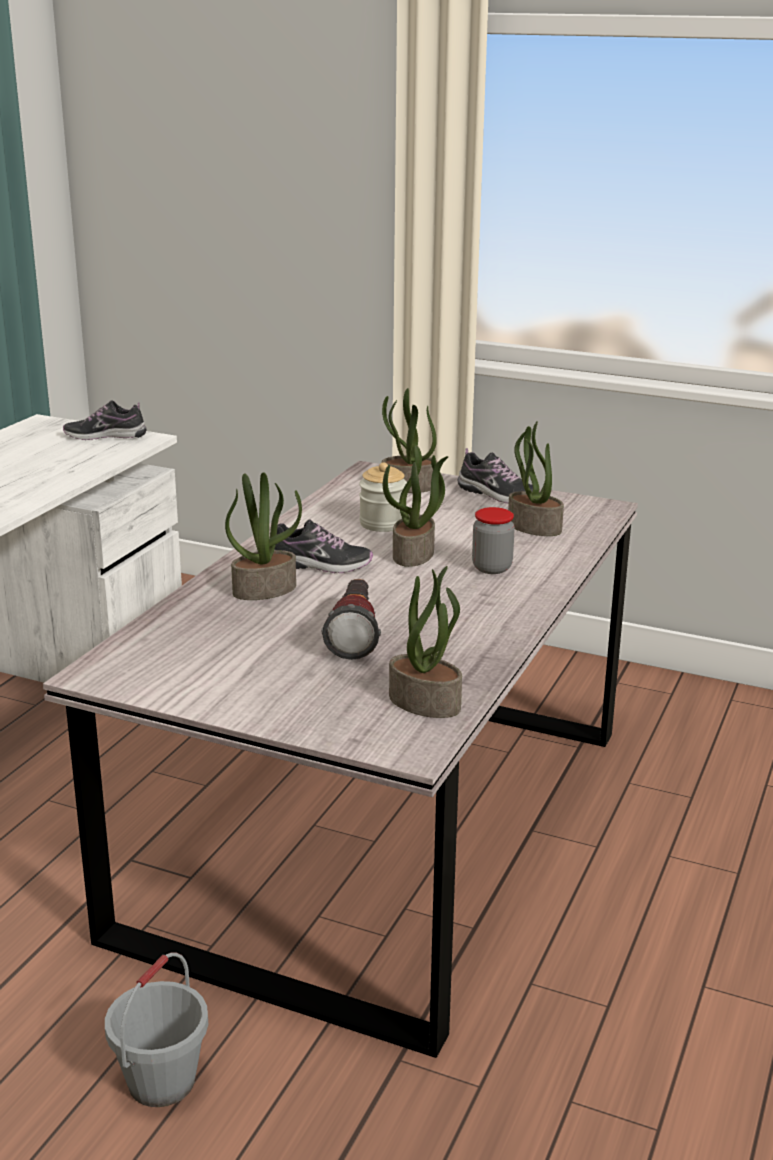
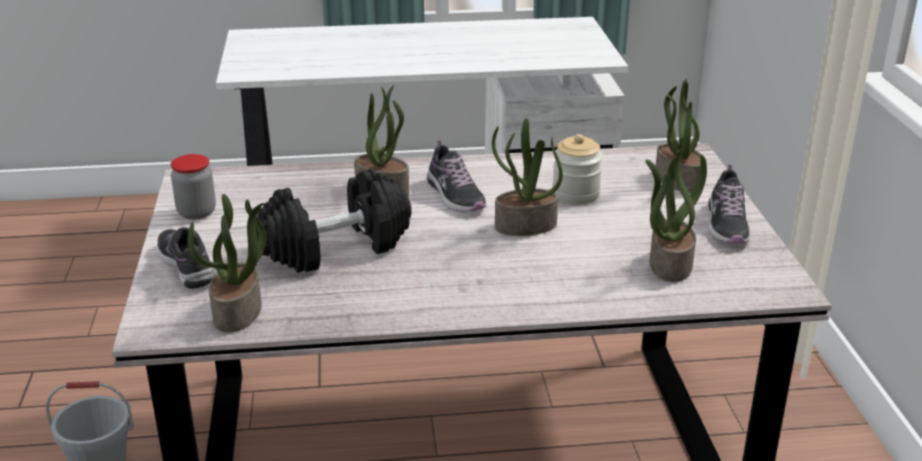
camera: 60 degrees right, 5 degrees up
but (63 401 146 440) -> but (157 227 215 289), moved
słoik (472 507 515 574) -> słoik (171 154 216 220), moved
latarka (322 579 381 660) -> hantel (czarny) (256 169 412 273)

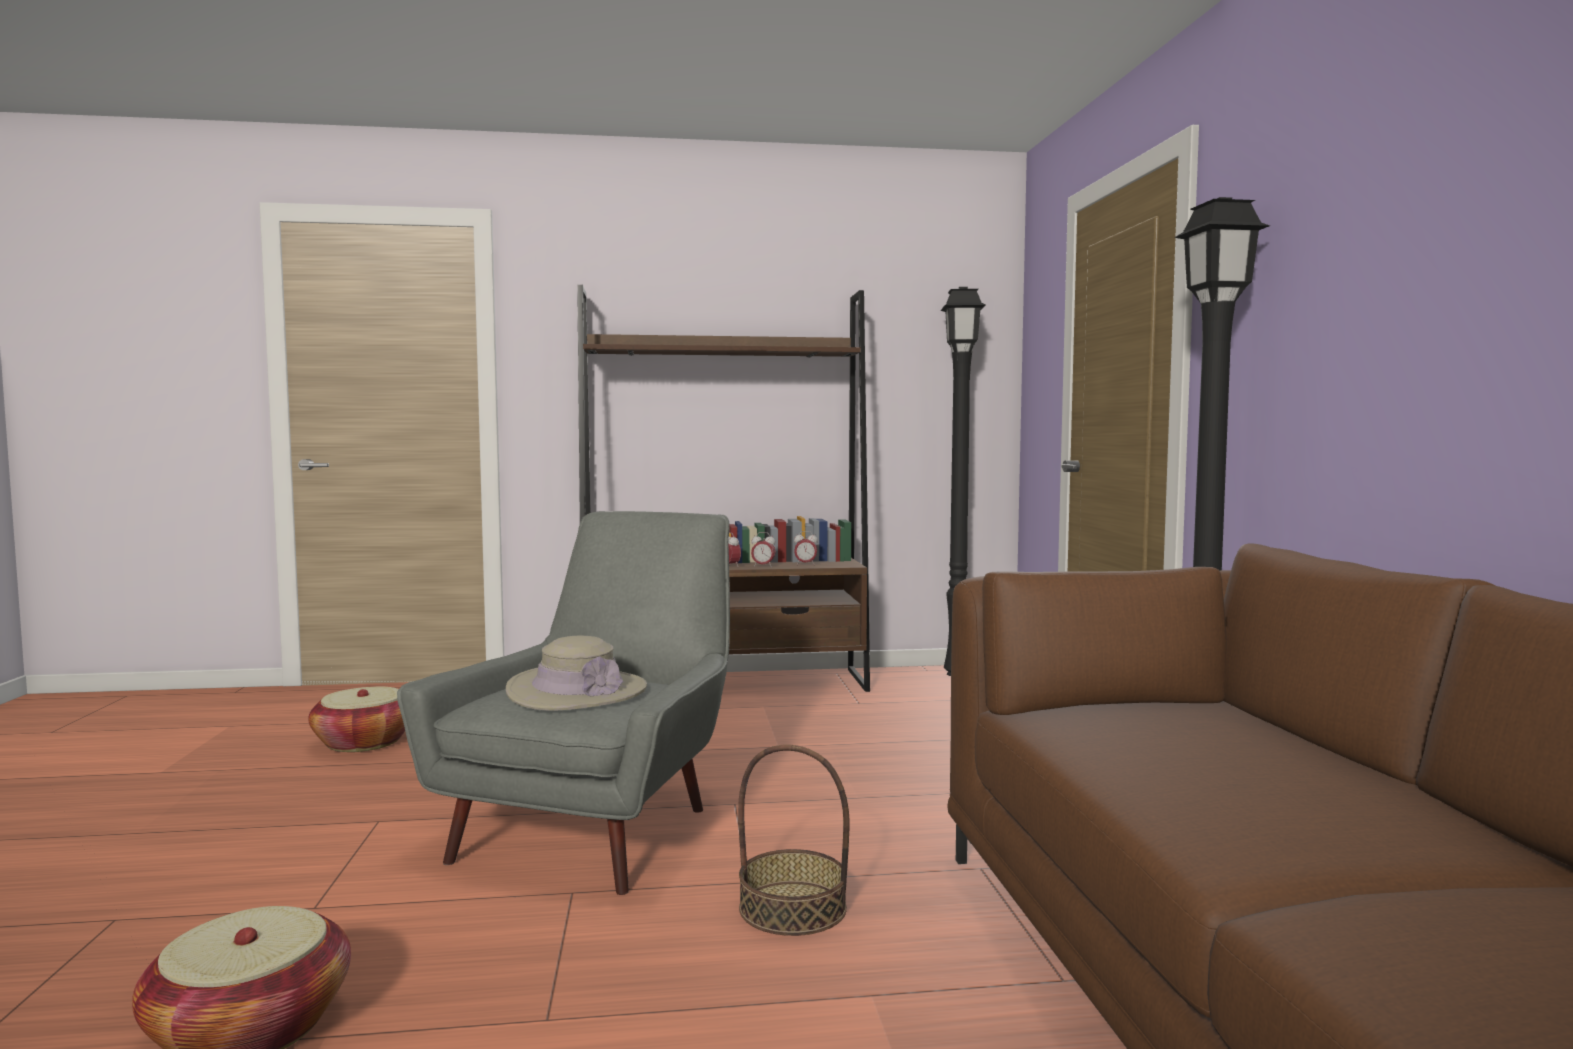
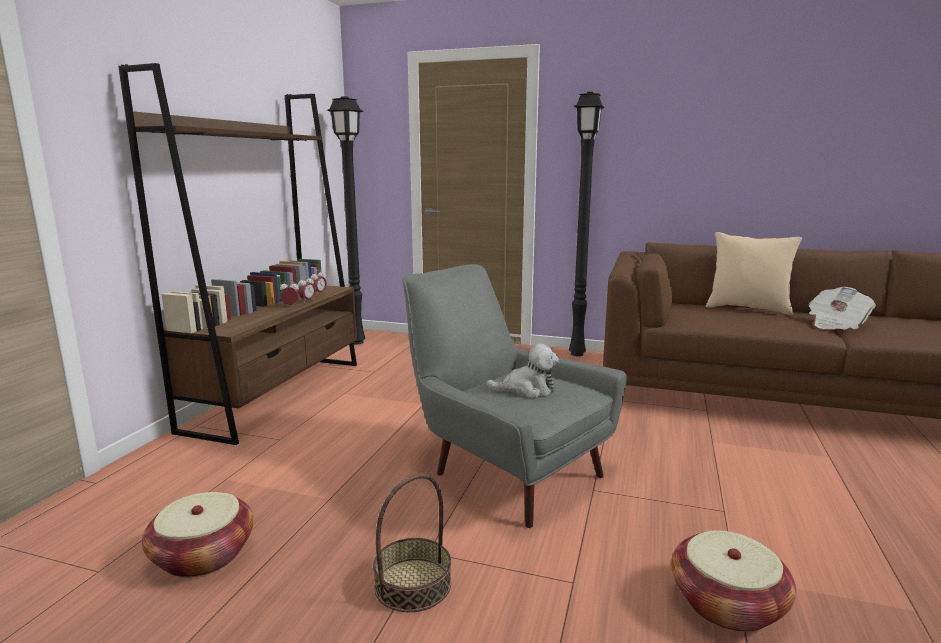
camera: 65 degrees left, 10 degrees up
kapelusz (beżowy) (506 636 647 711) -> pluszak (486 343 559 398)
koszyk (738 745 850 936) -> koszyk (373 474 451 612), moved
none -> poduszka (beżowy) (706 232 802 315)
none -> gazeta (808 287 876 329)

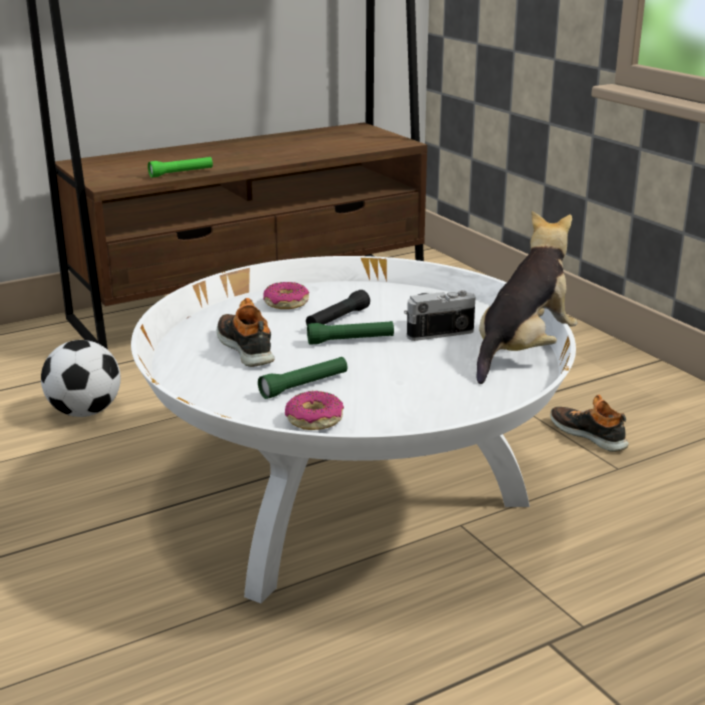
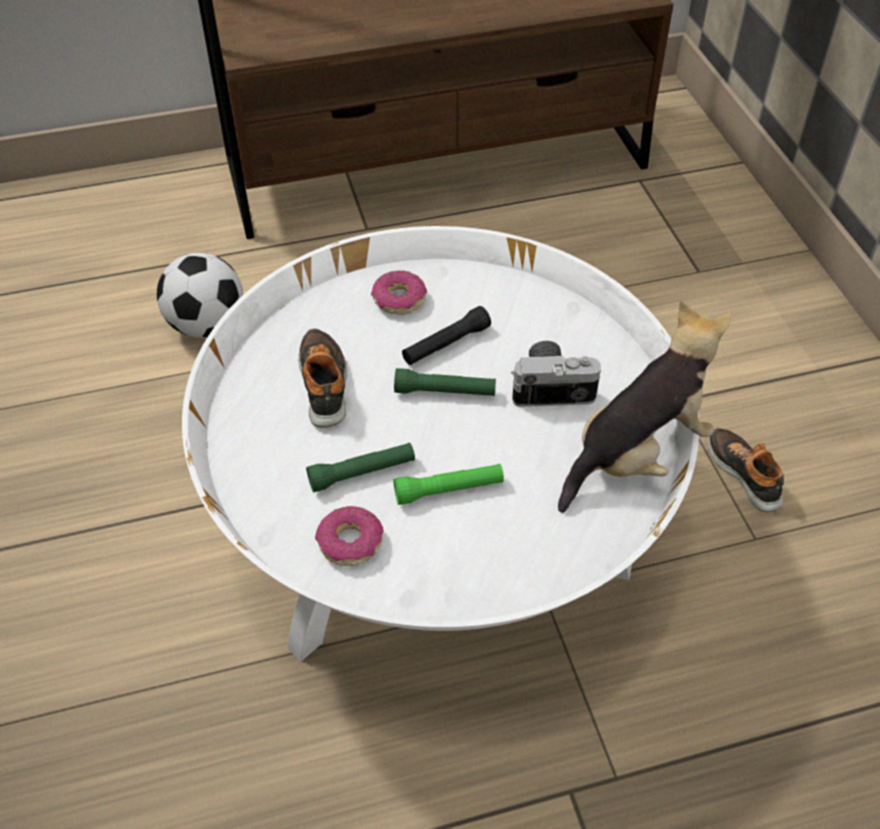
camera: 15 degrees right, 25 degrees up
latarka (zielony) (148 157 213 178) -> latarka (zielony) (393 464 504 505), moved

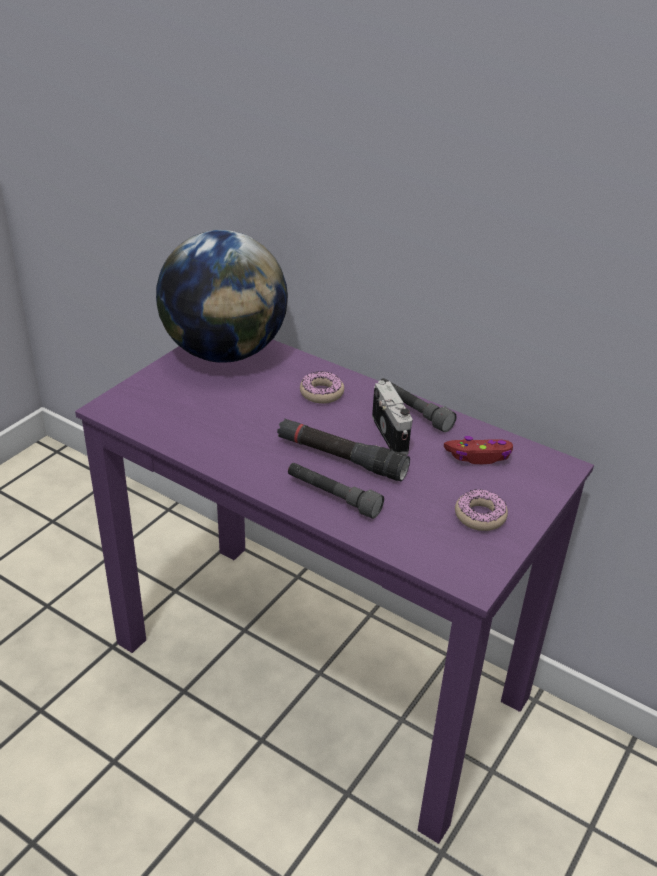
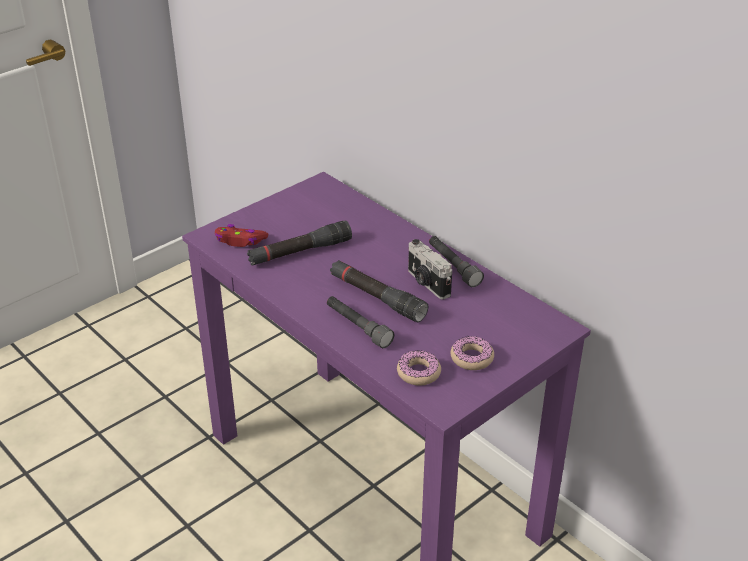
camera: 15 degrees right, 0 degrees up
globus (156 230 288 363) -> none
donut (300 372 344 404) -> donut (397 350 441 386), moved
aparat fotograficzny (372 380 413 455) -> aparat fotograficzny (408 239 452 300), 150 degrees clockwise
pad do gier (czerwony) (444 436 513 464) -> pad do gier (czerwony) (215 224 268 247), moved
none -> latarka (czarny) (247 220 352 265)

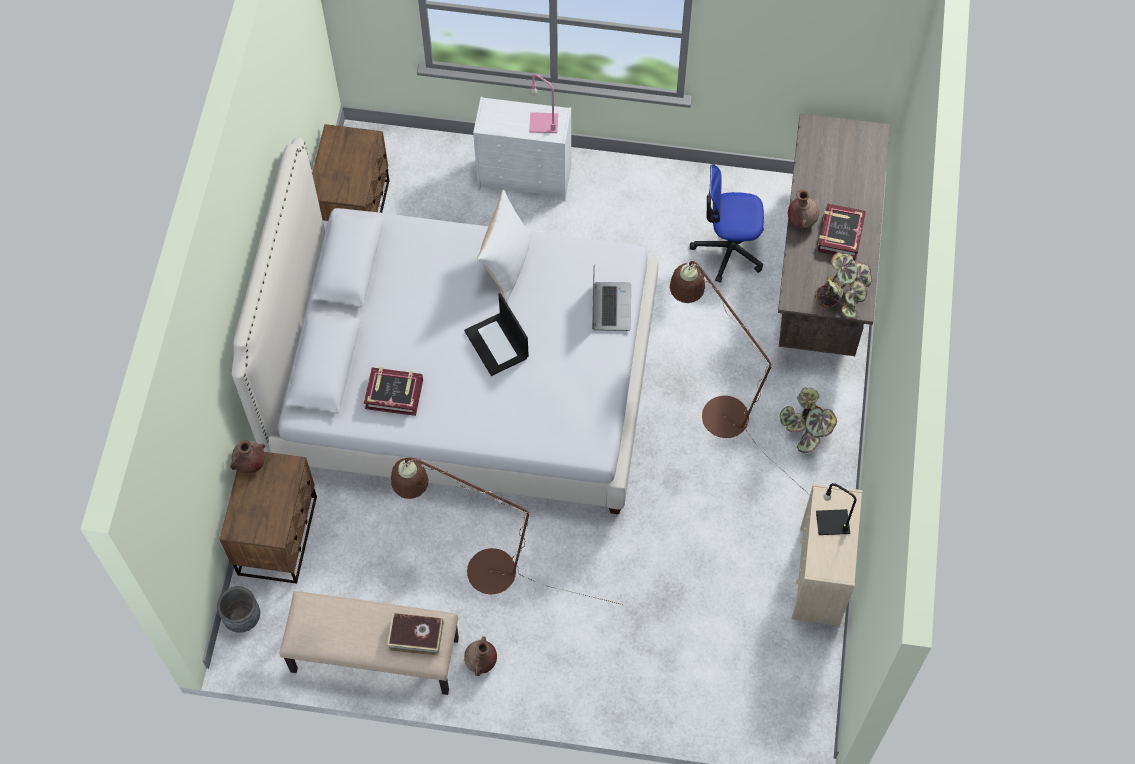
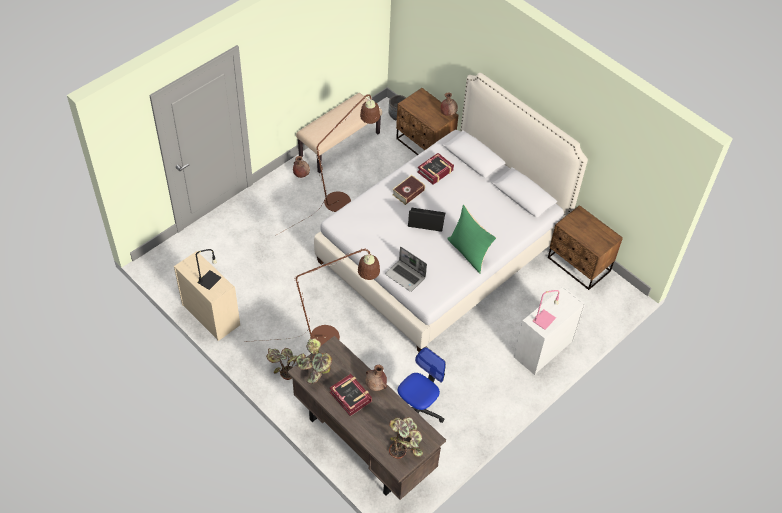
camera: 125 degrees right, 10 degrees down
poduszka (biały) (477 190 532 301) -> poduszka (zielony) (447 205 496 274)
książka (387 613 444 656) -> książka (392 175 425 205), moved
none -> roślina doniczkowa (389 417 423 459)

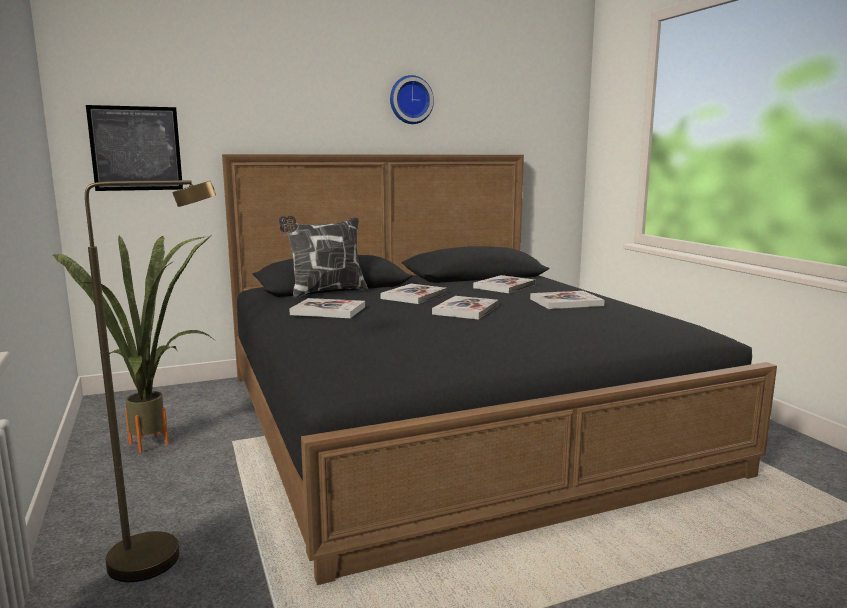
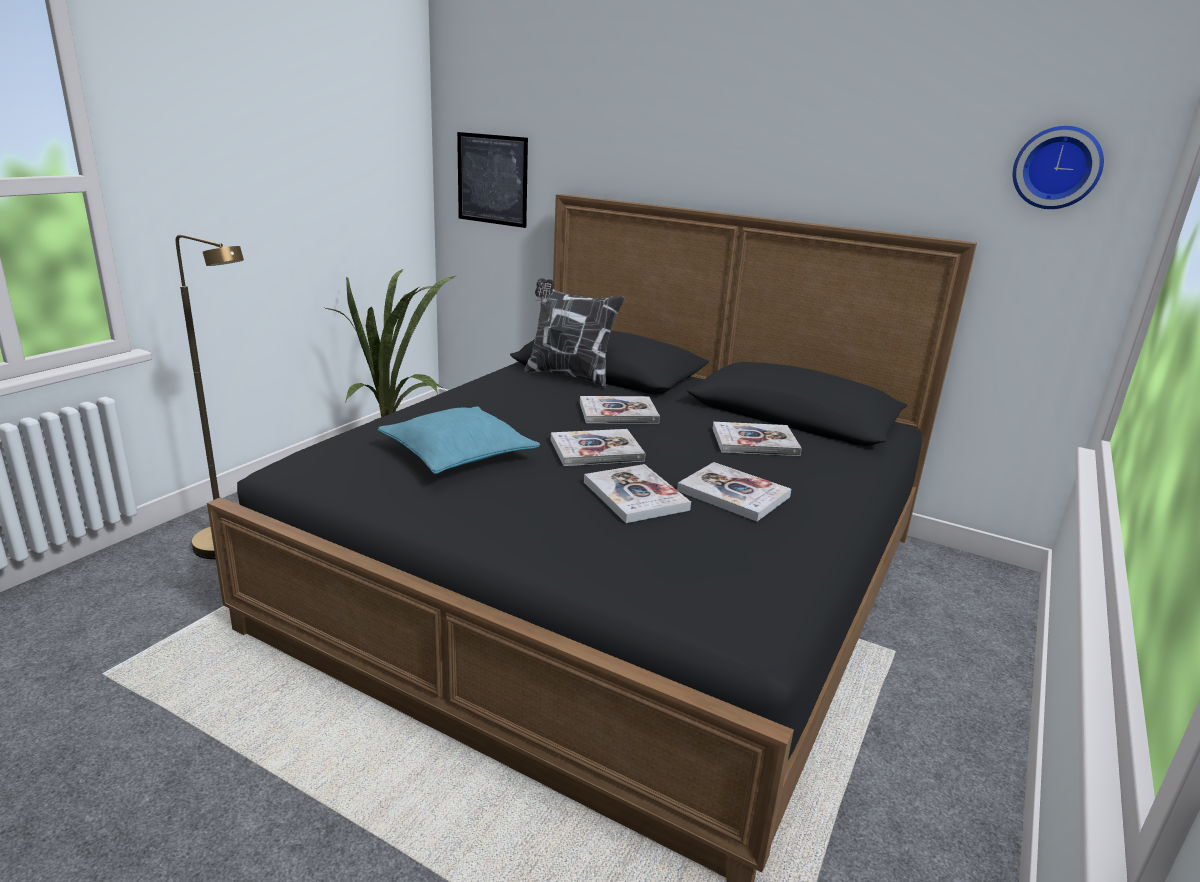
camera: 50 degrees right, 10 degrees up
zegar ścienny (390 75 434 124) -> zegar ścienny (1013 126 1104 209), moved
książka (289 298 365 318) -> książka (584 464 691 523), moved
none -> poduszka (turkusowy) (378 406 540 474)

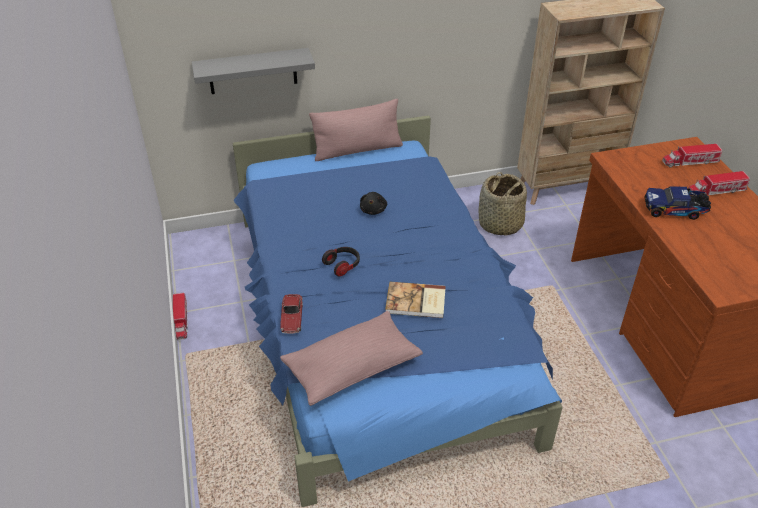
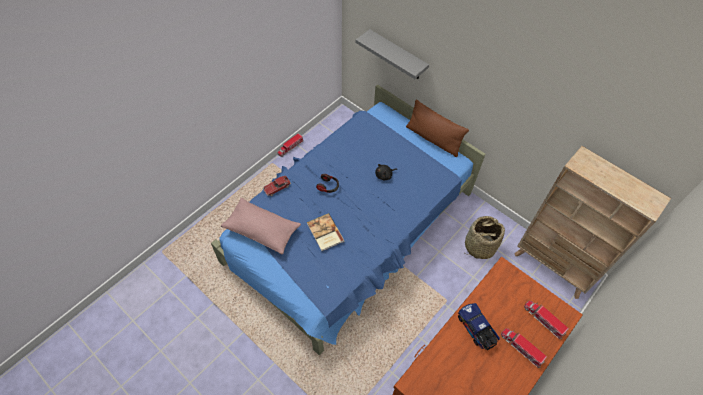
camera: 55 degrees right, 15 degrees up
poduszka (różowy) (309 99 403 161) -> poduszka (brązowy) (406 100 469 157)

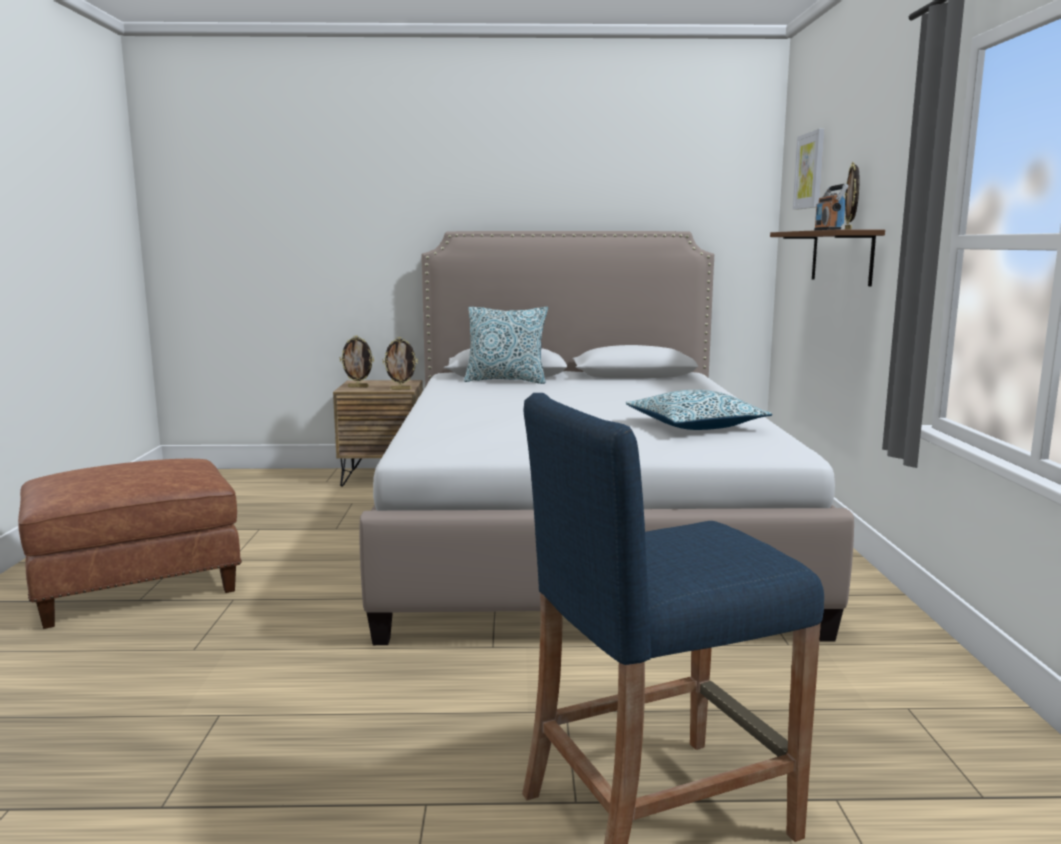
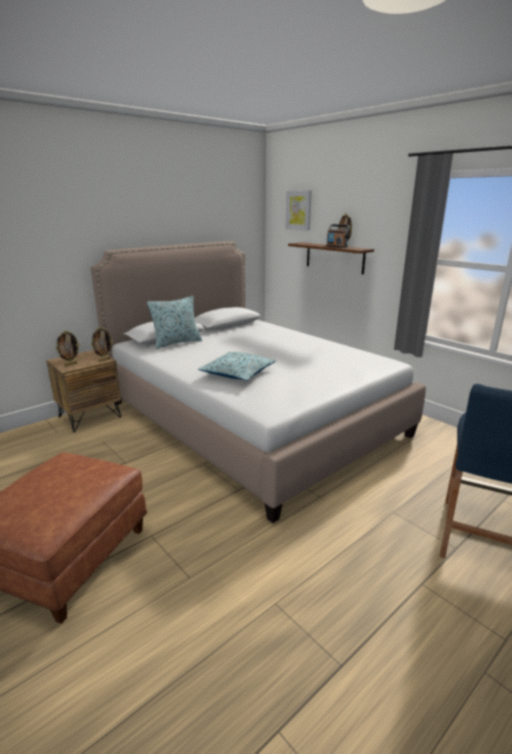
camera: 40 degrees left, 10 degrees up
poduszka (626 390 772 430) -> poduszka (198 352 276 381), moved

